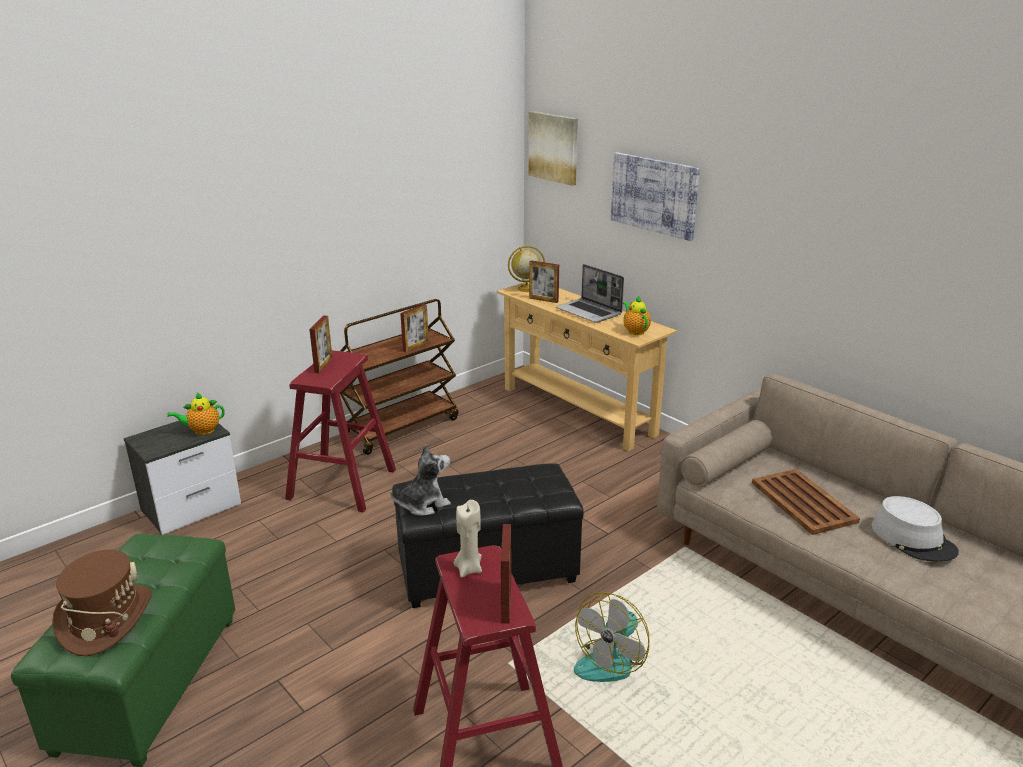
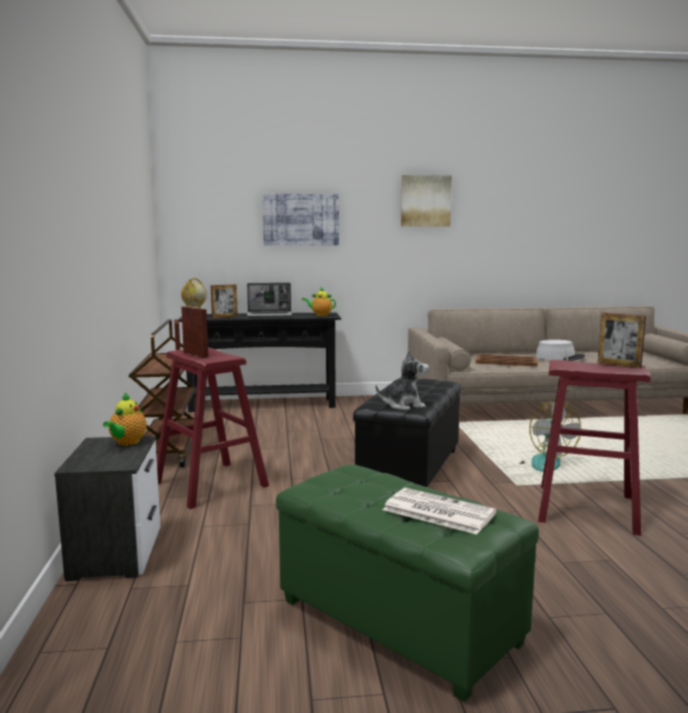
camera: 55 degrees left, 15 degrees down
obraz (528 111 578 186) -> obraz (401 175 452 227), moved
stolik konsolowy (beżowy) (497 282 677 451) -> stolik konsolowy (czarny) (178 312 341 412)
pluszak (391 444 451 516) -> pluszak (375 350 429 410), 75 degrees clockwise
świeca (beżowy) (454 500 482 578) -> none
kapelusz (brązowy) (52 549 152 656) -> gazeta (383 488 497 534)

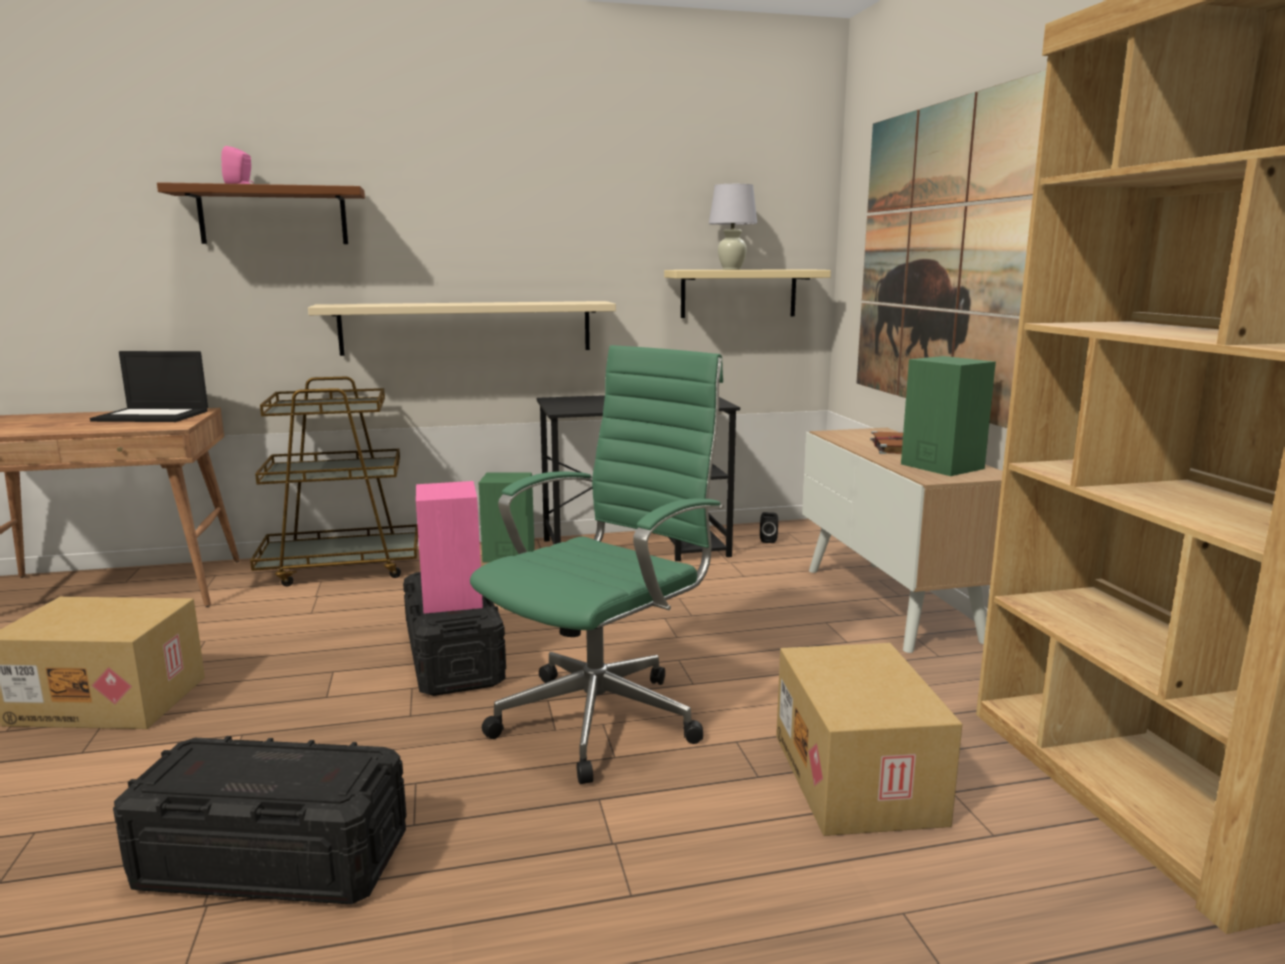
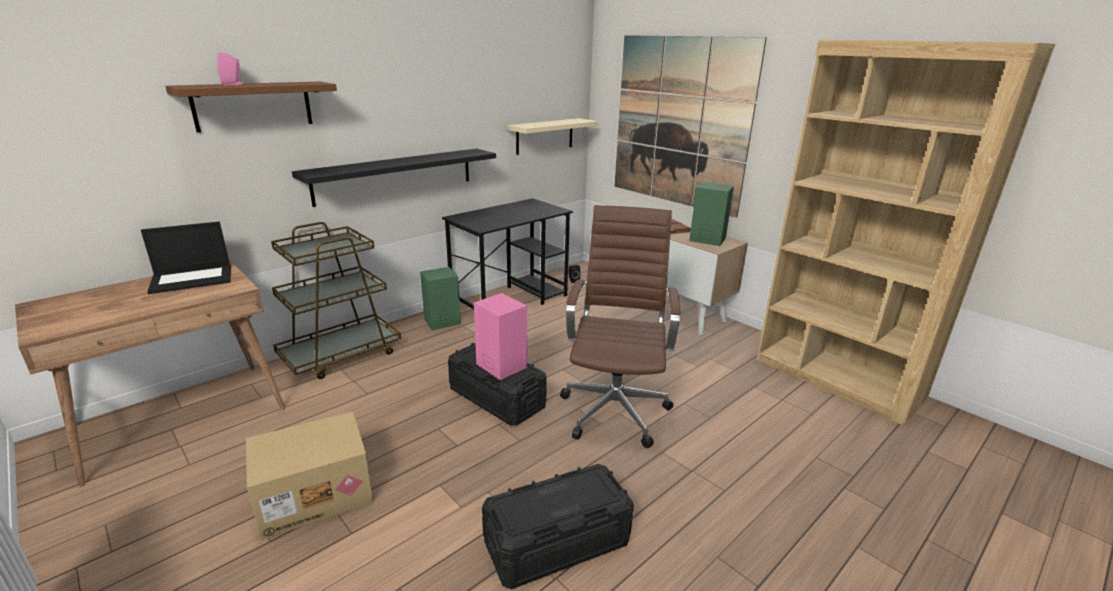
camera: 30 degrees left, 10 degrees up
lampa stołowa (biały) (709 184 757 270) -> none
półka (beżowy) (308 301 616 356) -> półka (czarny) (292 149 496 207)
krzesło biurowe (zielony) (470 345 723 784) -> krzesło biurowe (brązowy) (560 205 680 448)
karton (776 643 962 836) -> none

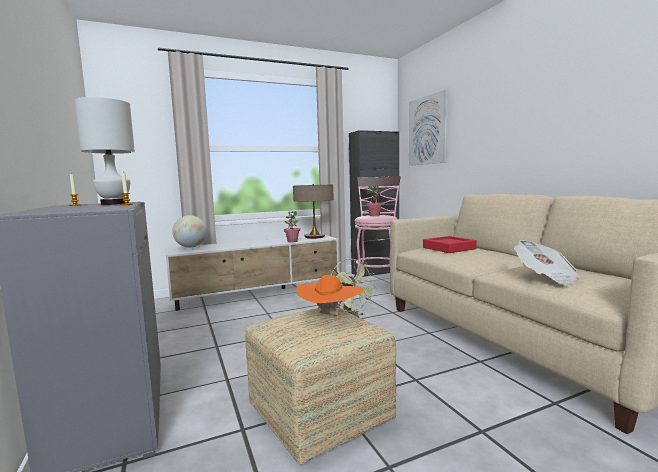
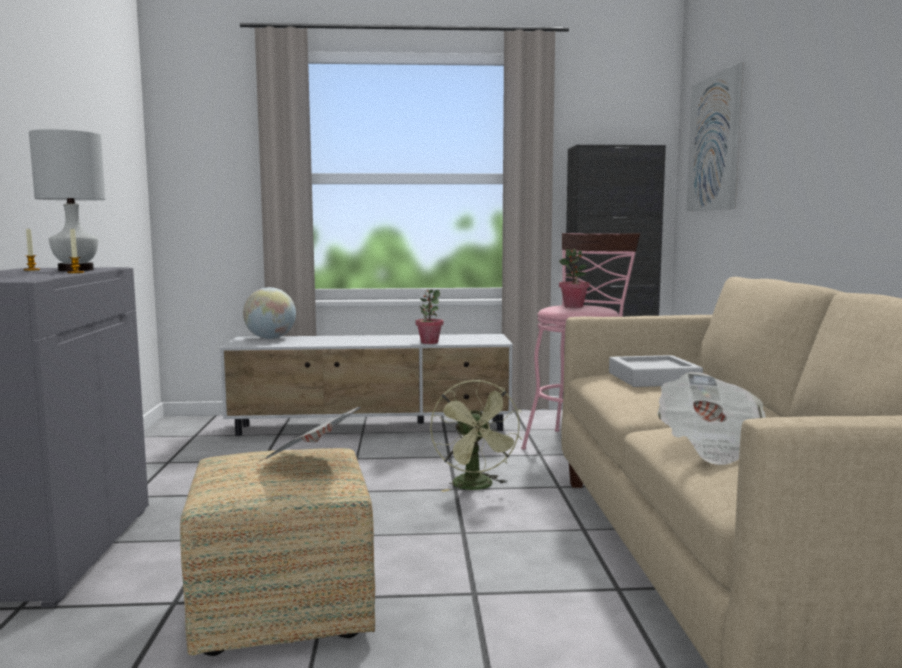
camera: 20 degrees right, 0 degrees up
lampa stołowa (293 184 334 239) -> none
taca (czerwony) (423 236 477 253) -> taca (szary) (609 355 703 387)
kapelusz (pomarańczowy) (296 275 364 316) -> gazeta (260 407 361 461)

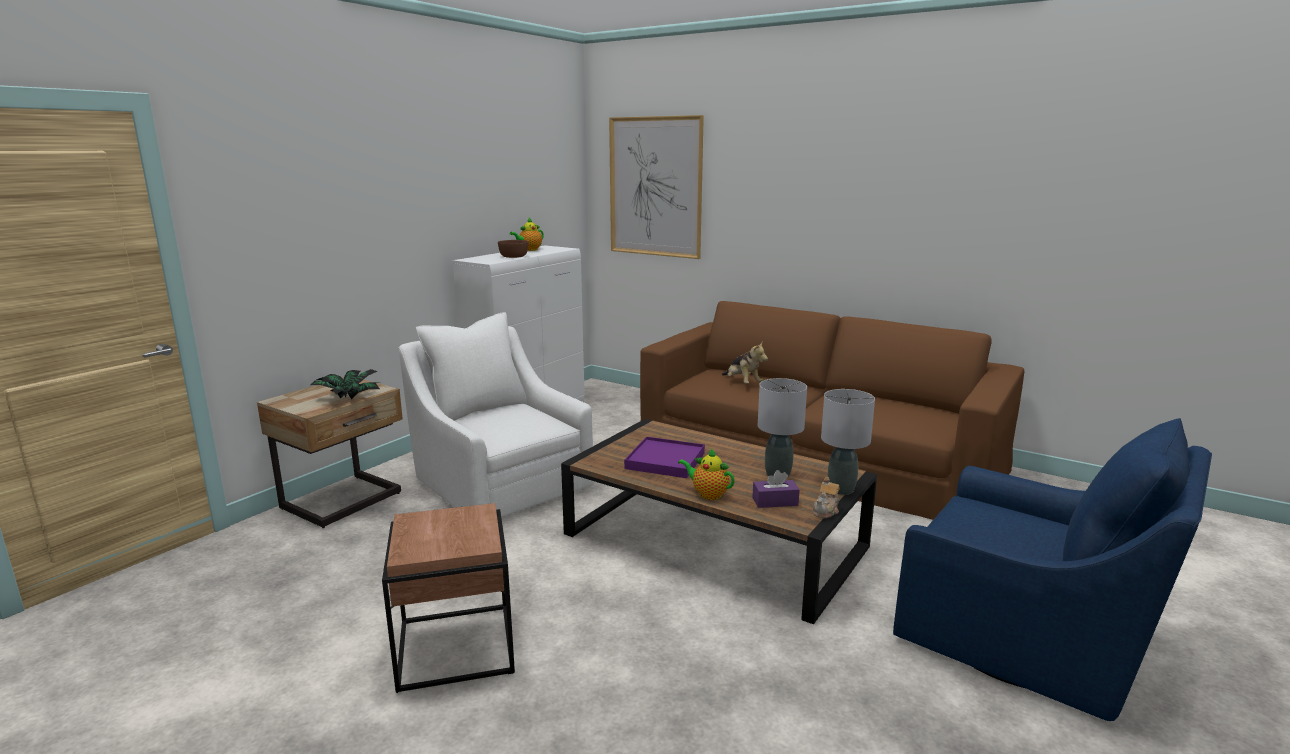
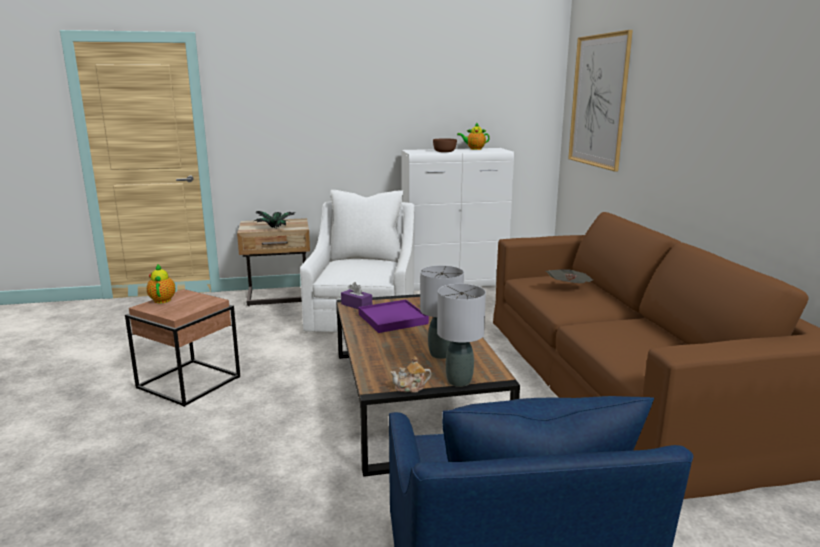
camera: 45 degrees right, 0 degrees up
pluszak (722 341 768 384) -> gazeta (546 269 593 283)
imbryk (678 448 735 500) -> imbryk (147 264 175 303), moved
pudełko chusteczek (fioletowy) (752 470 800 508) -> pudełko chusteczek (fioletowy) (341 282 372 310), moved

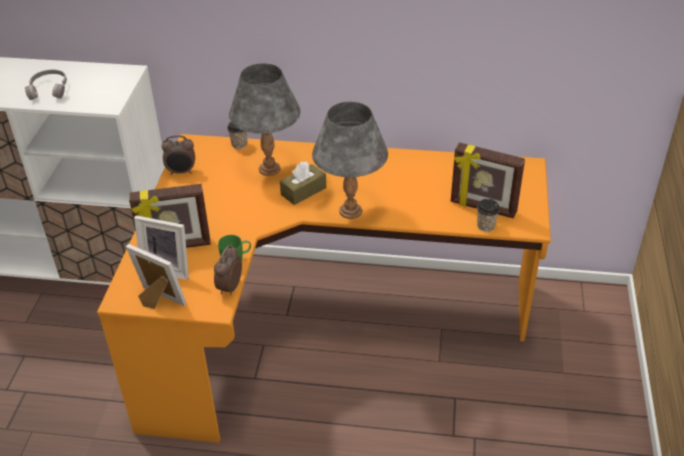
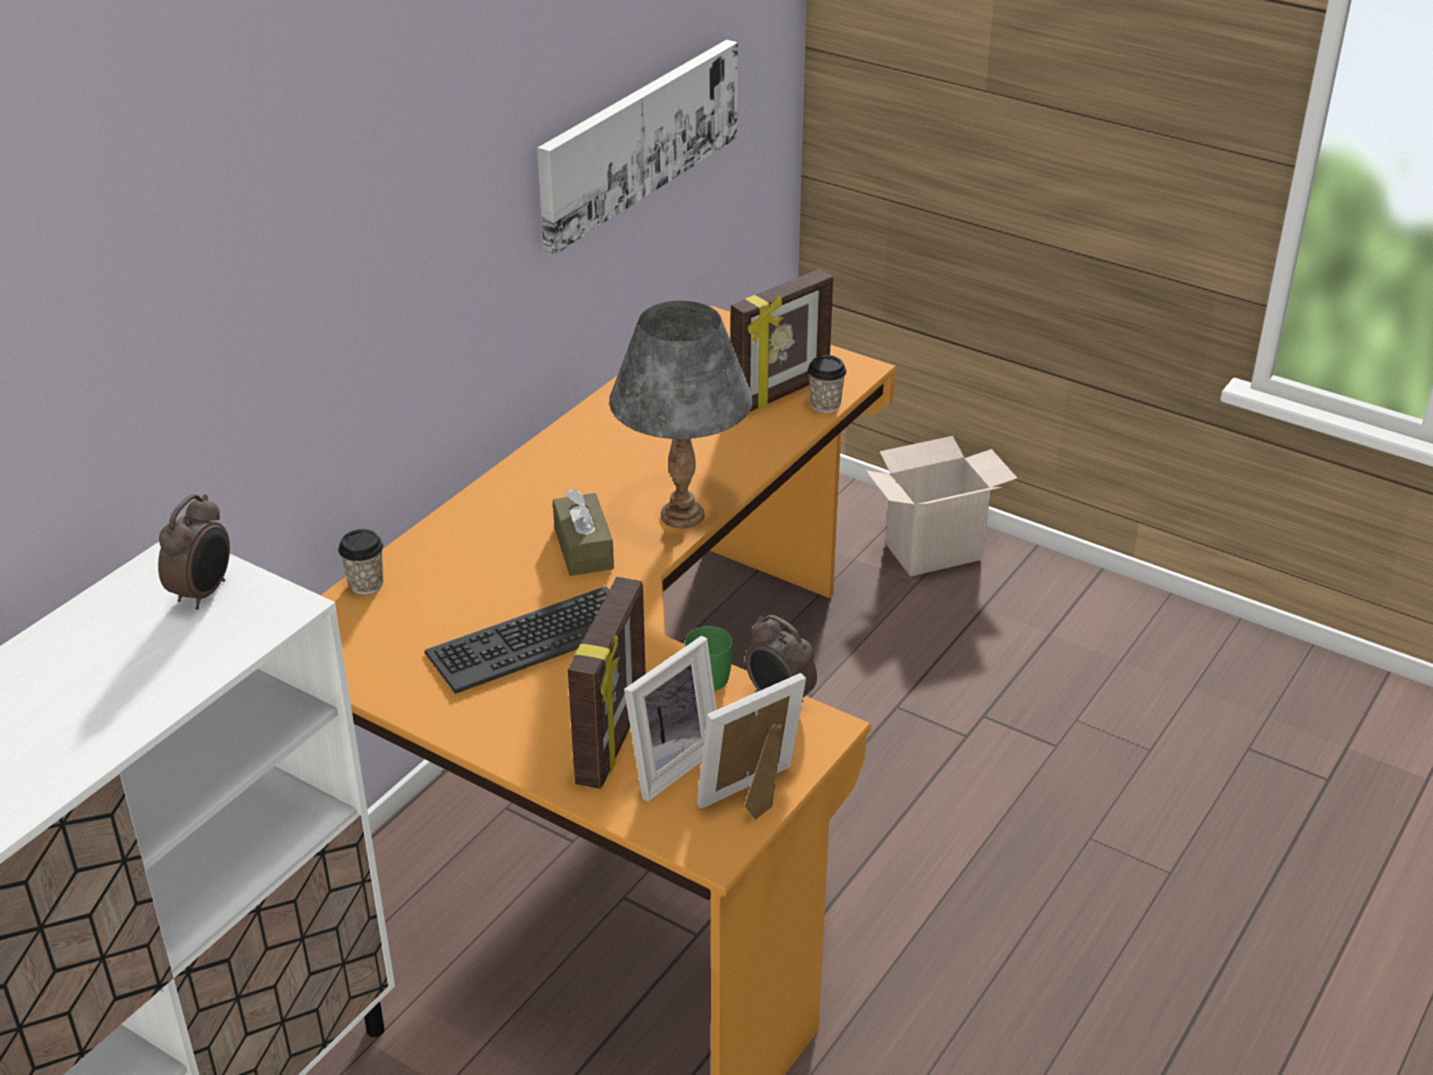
camera: 65 degrees left, 5 degrees down
lampa stołowa (szary) (229 63 301 176) -> none
słuchawki (szary) (25 70 67 100) -> none
budzik (162 135 195 175) -> budzik (158 494 230 610), moved
none -> obraz (537 40 738 255)
none -> karton (865 436 1017 577)
none -> klawiatura (424 586 609 694)

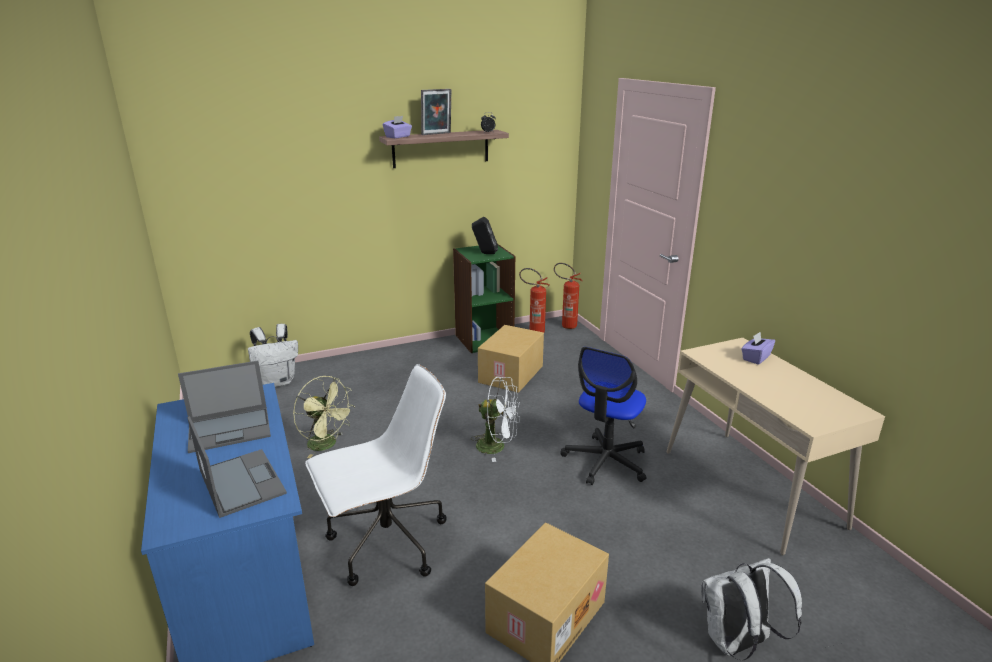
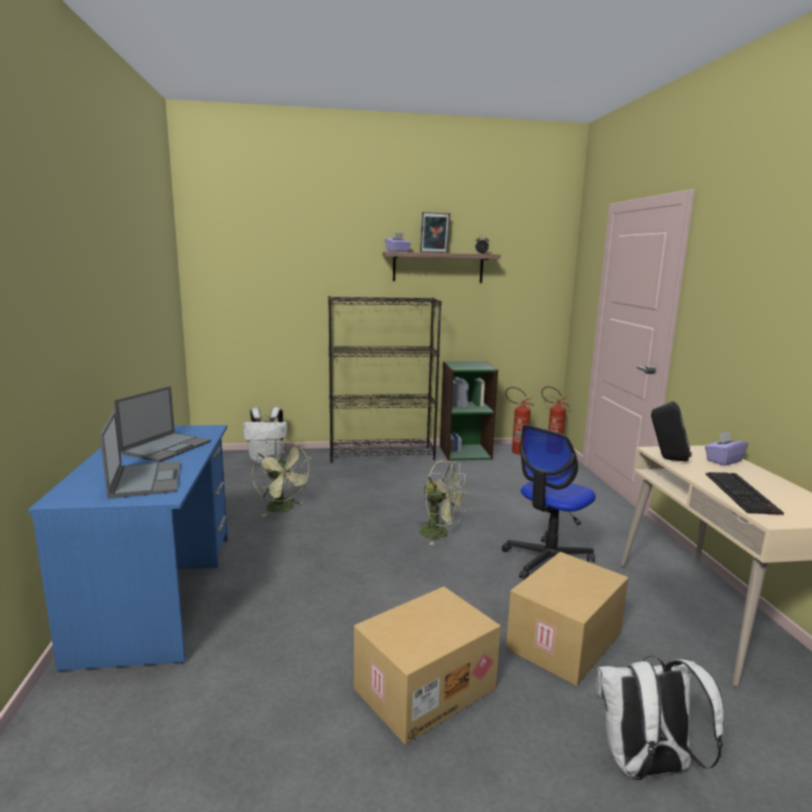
camera: 15 degrees right, 10 degrees down
głośnik (czarny) (472 217 498 254) -> głośnik (czarny) (651 401 692 462), moved
karton (478 325 544 393) -> karton (506 552 628 686), moved
laptop (178 361 271 453) -> laptop (114 386 211 462), 60 degrees counterclockwise
krzesło biurowe (biały) (305 364 447 586) -> none
wentylator (biały) (471 377 520 462) -> wentylator (zielony) (417 460 469 545)
none -> regał (czarny) (328 296 442 463)
none -> klawiatura (706 472 784 516)

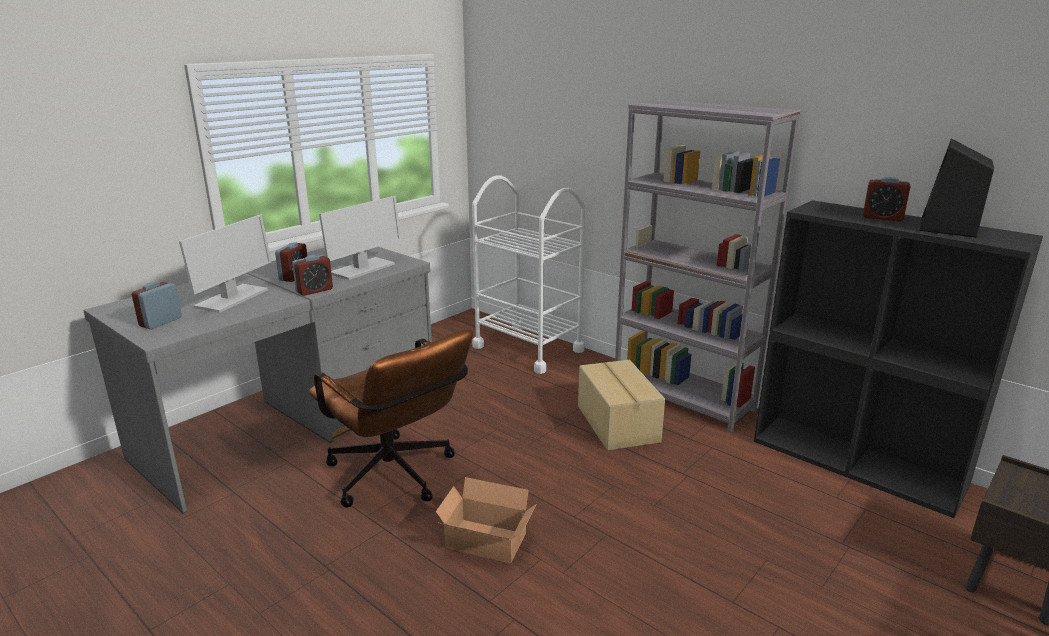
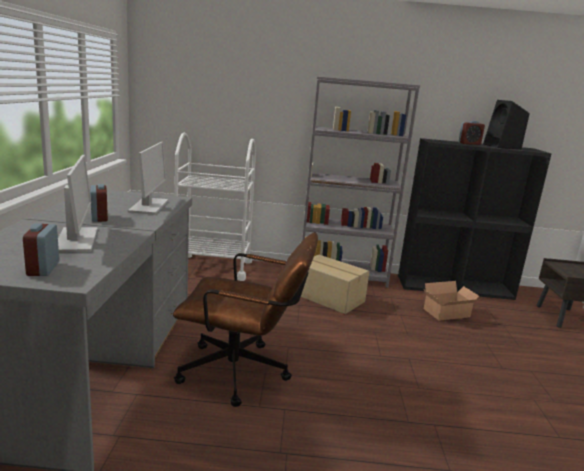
camera: 40 degrees left, 5 degrees down
budzik (292 255 333 296) -> none
karton (436 477 537 563) -> karton (424 281 480 321), moved

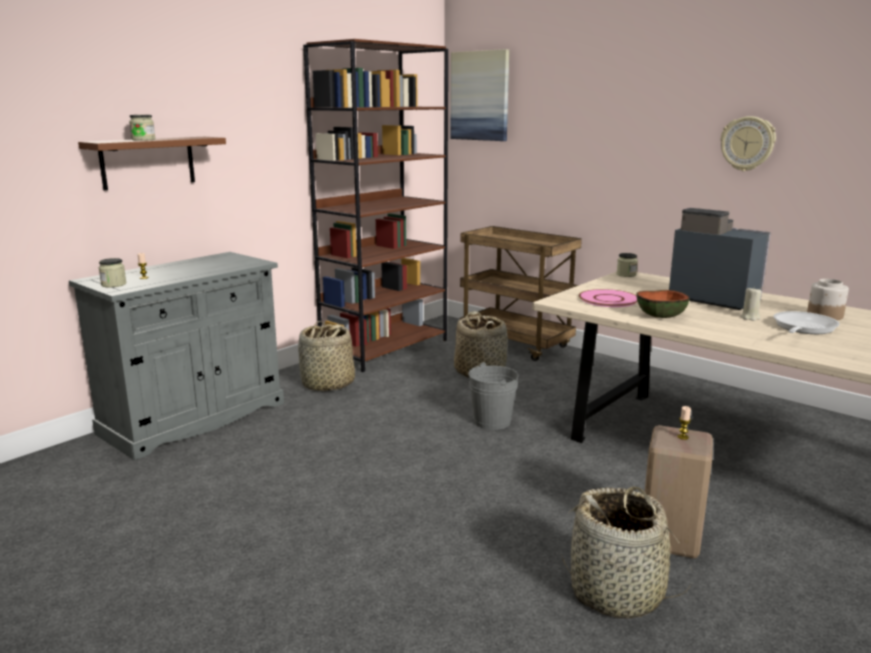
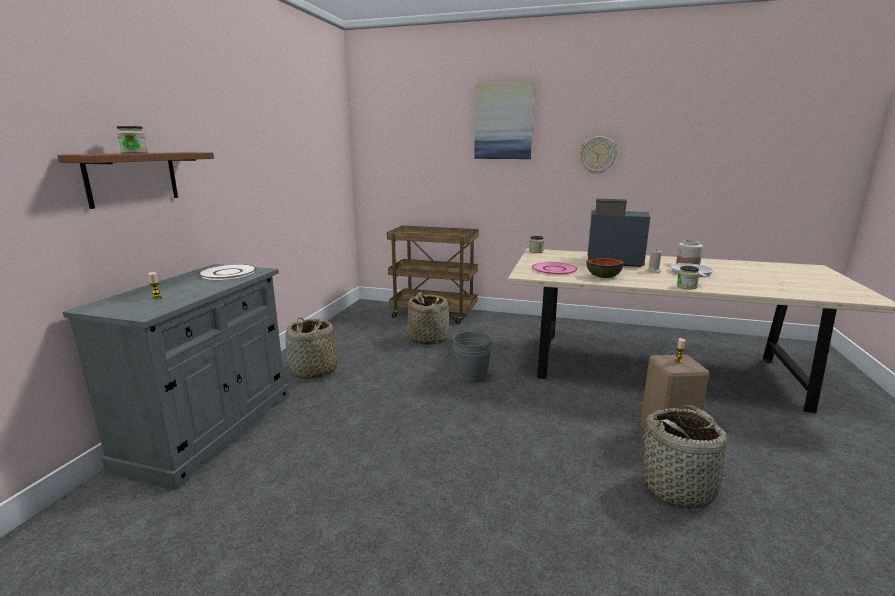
camera: 25 degrees left, 0 degrees up
regał (brązowy) (303 39 448 372) -> none
obraz (450 49 510 141) -> obraz (474 81 535 159), moved
słoik (99 258 127 287) -> słoik (677 266 700 289), moved
none -> talerz (biały) (198 264 256 280)

